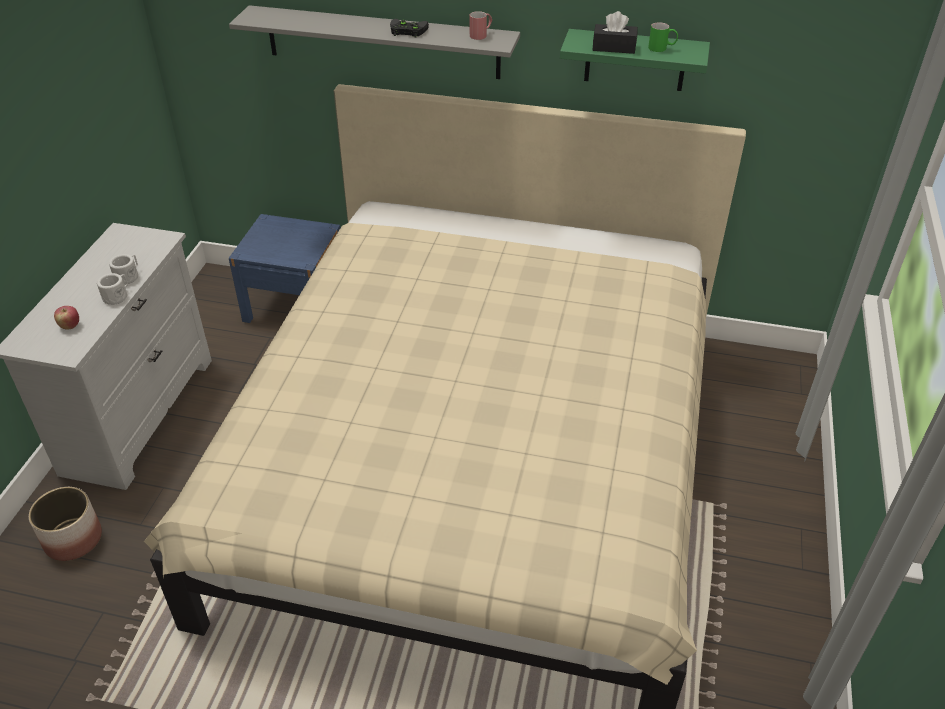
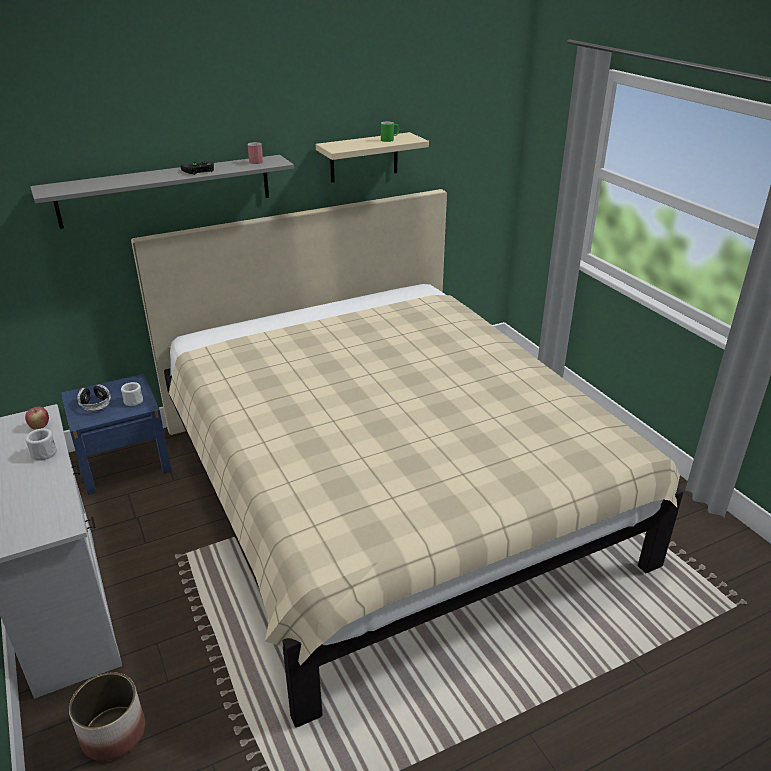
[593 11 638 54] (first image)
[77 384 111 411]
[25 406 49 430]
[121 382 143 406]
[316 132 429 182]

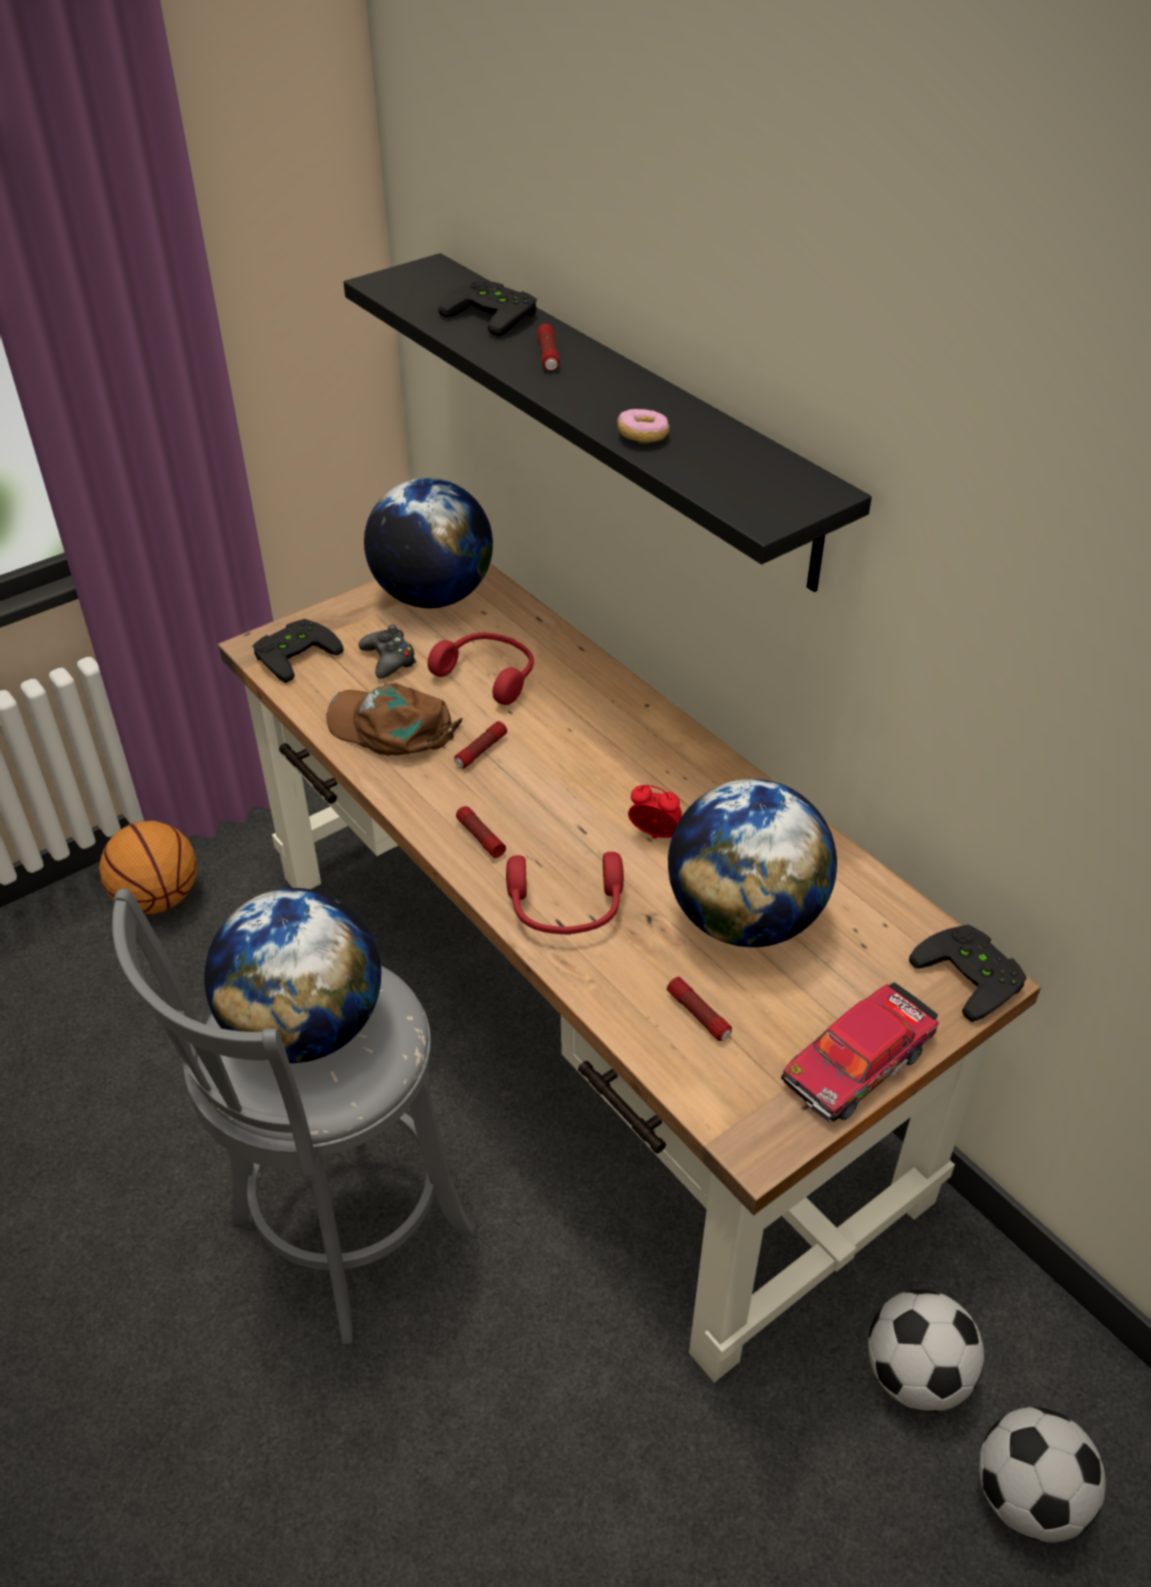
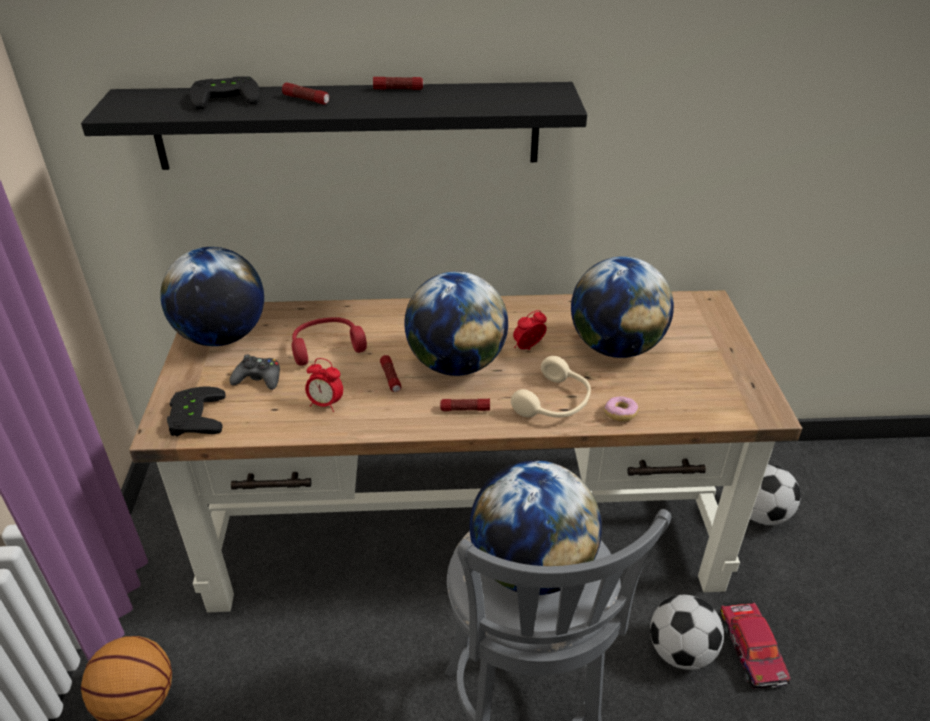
[909 924 1027 1022] (first image)
[404 271 508 376]
[604 396 639 421]
[373 77 423 90]
[720 600 790 688]
[650 595 724 670]
[305 358 343 412]
[511 356 591 418]

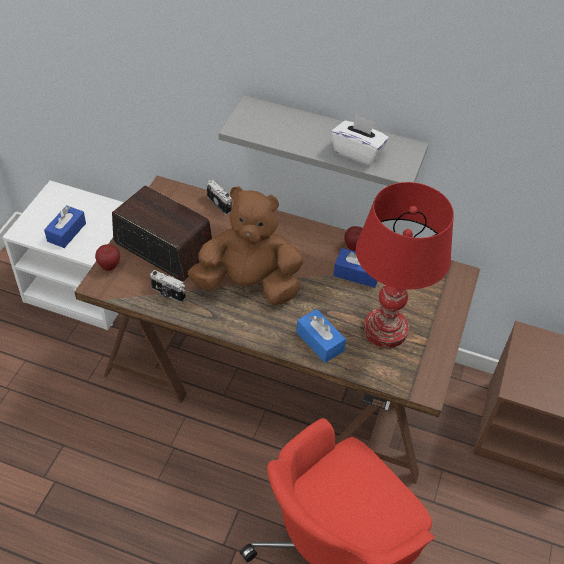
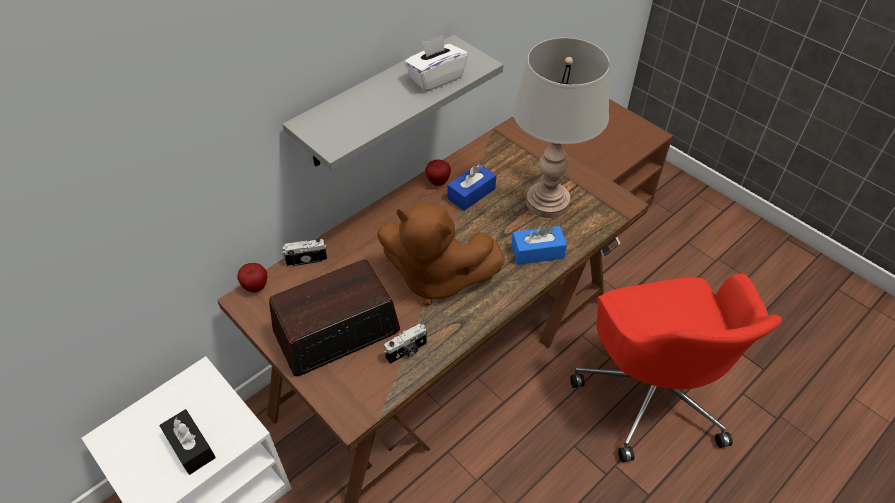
[237 263 267 293]
[159 409 216 475]
[513 38 610 218]
[377 203 505 306]

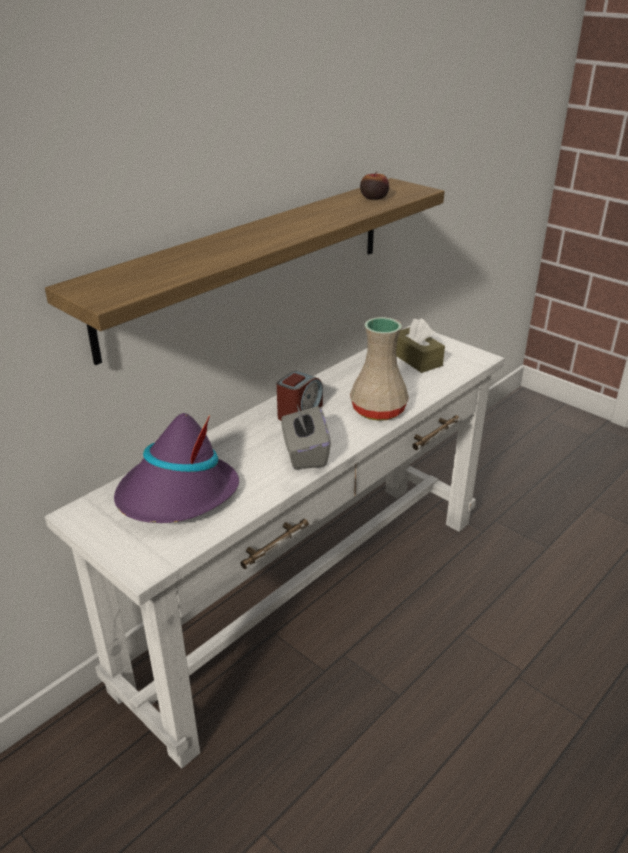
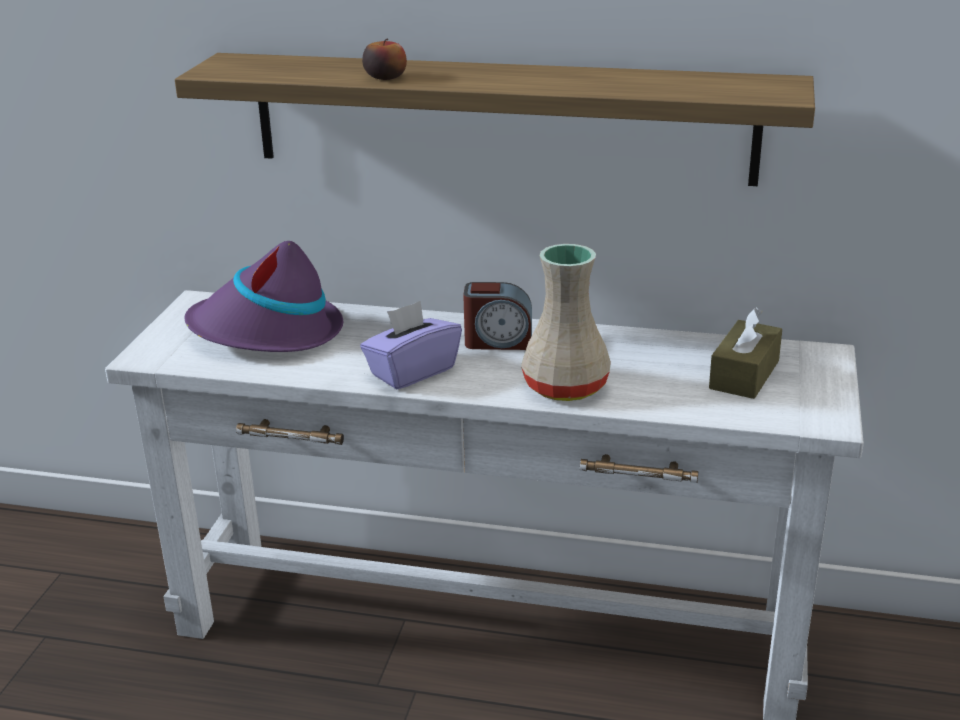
[362 38 407 80]
[360 301 462 390]

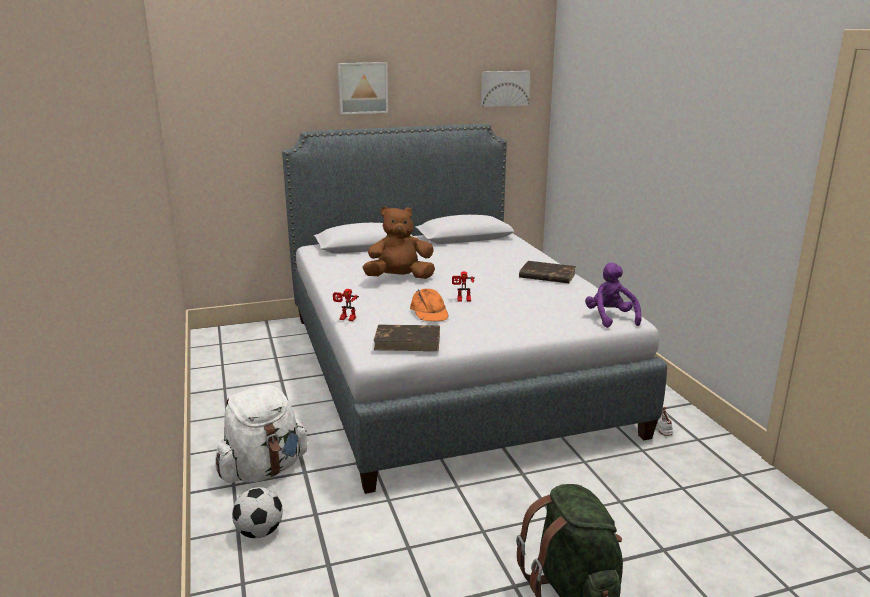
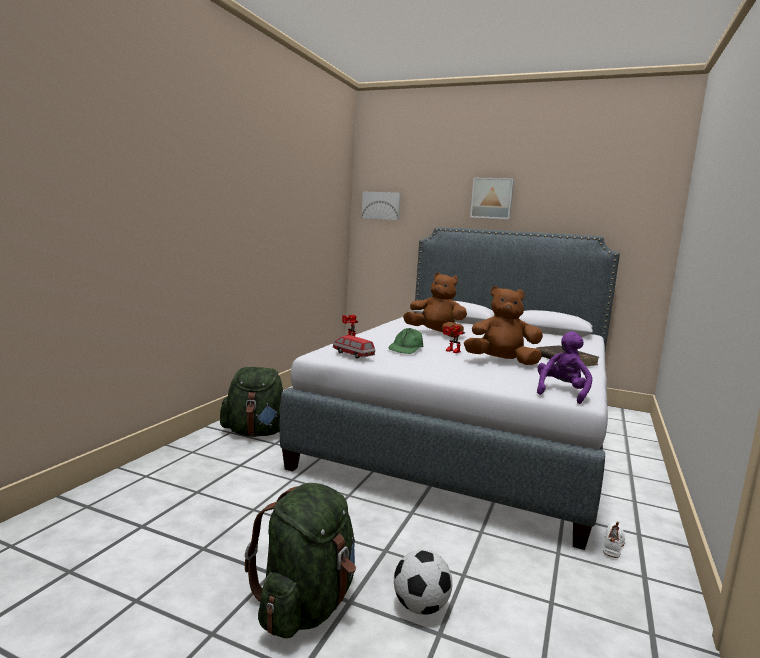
[464 286 543 365]
[394 550 452 615]
[361 192 401 220]
[332 335 375 359]
[220 367 283 437]
[389 328 424 354]

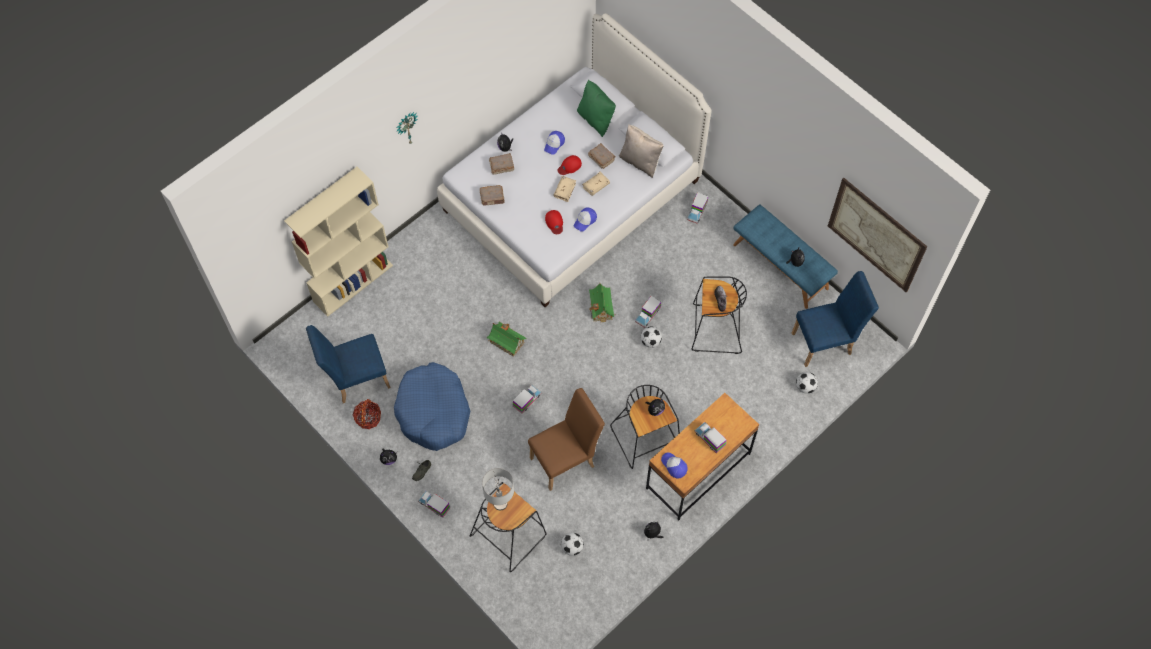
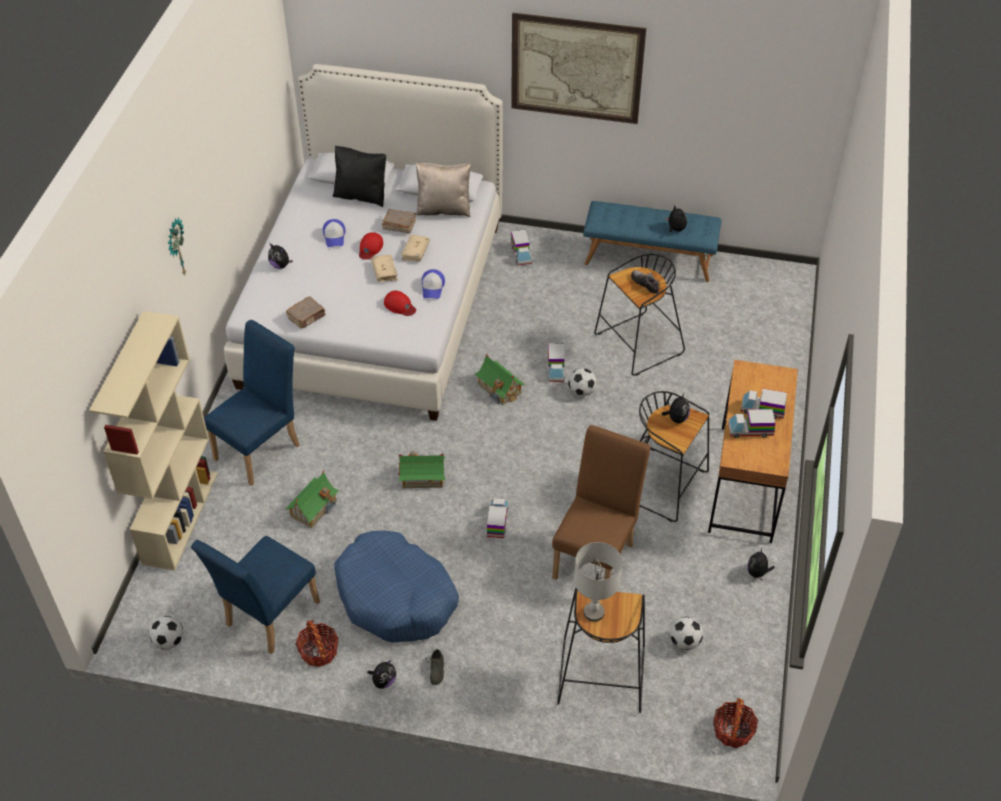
[489 153 514 175] (first image)
[661 452 688 478] (first image)
[285 471 339 529]
[713 698 758 748]
[728 409 775 438]
[204 320 299 486]
[149 616 183 650]
[511 13 646 124]
[333 145 386 207]

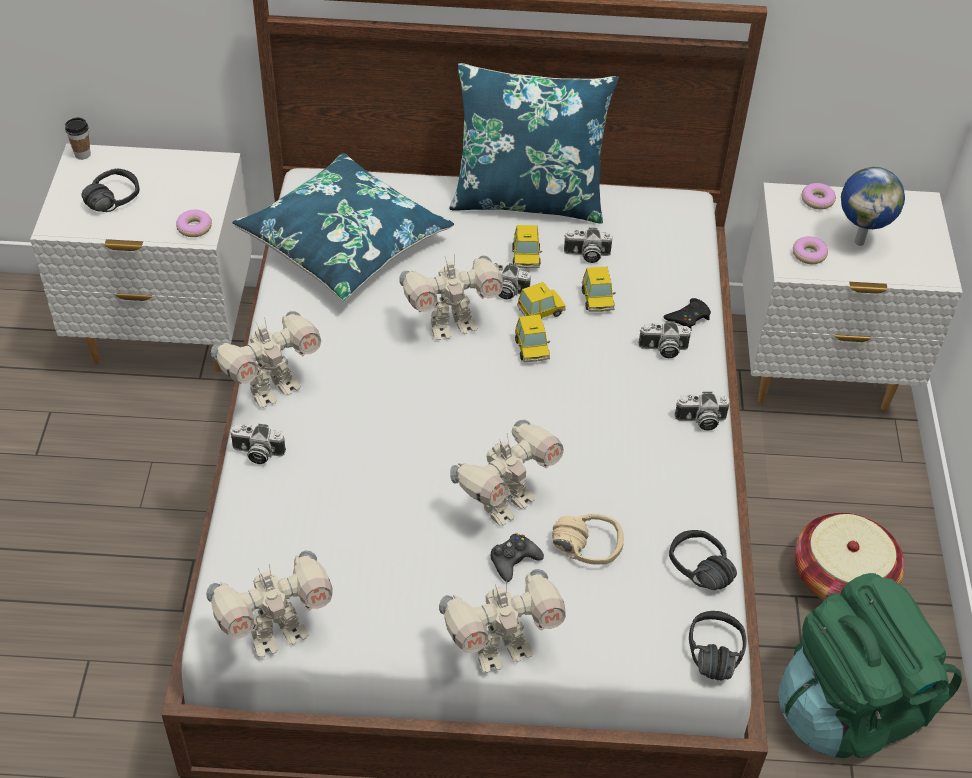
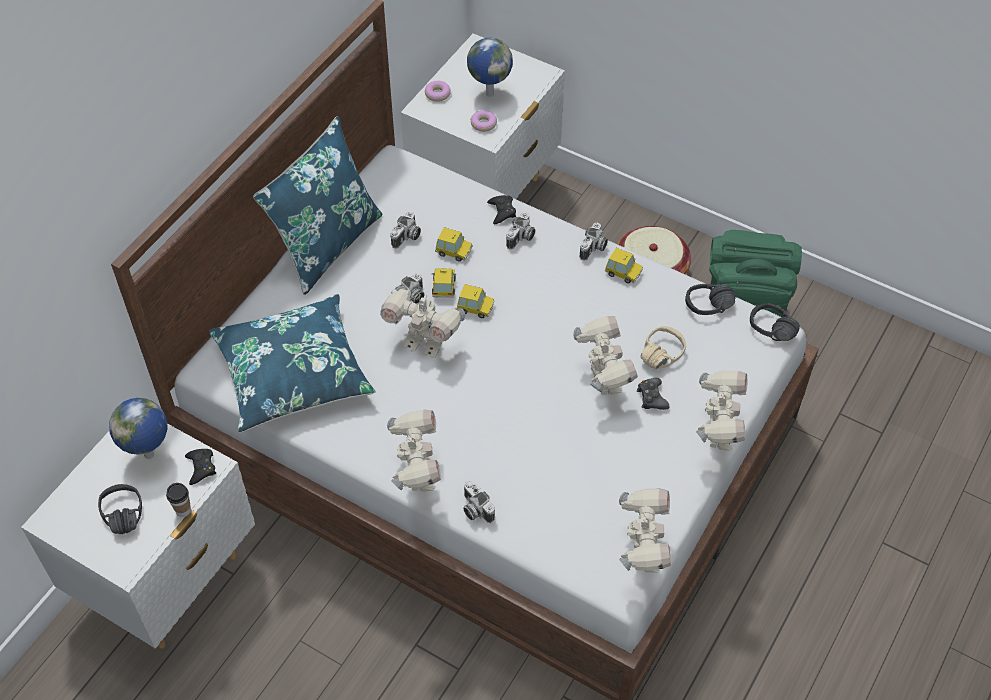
[109 398 168 459]
[166 483 191 517]
[605 248 643 284]
[185 449 216 485]
[463 481 495 523]
[380 286 465 358]

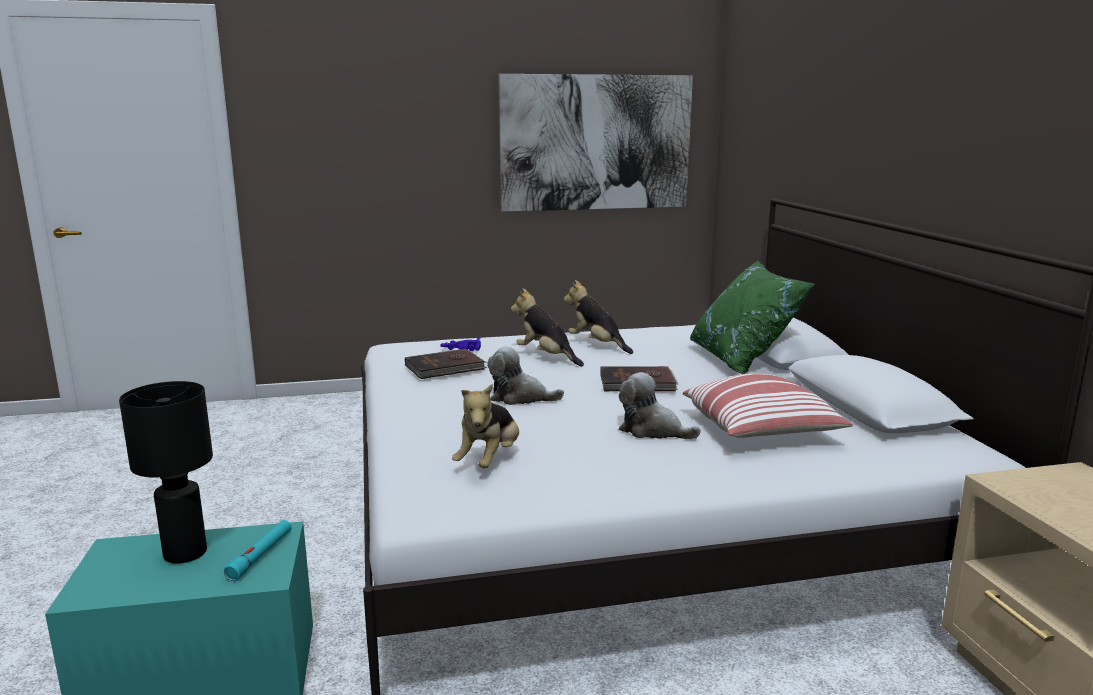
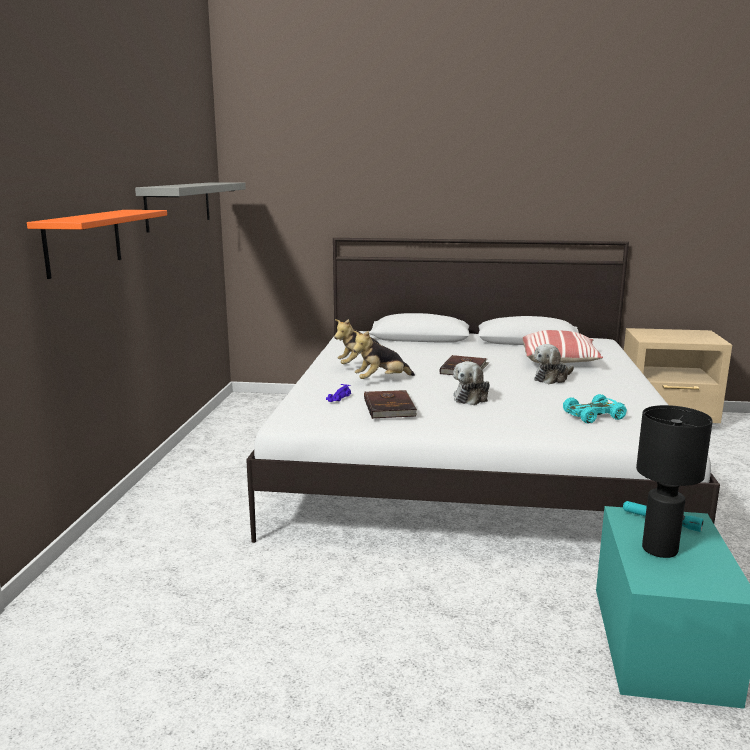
[690 261 815 374] (first image)
[27 210 167 279]
[563 394 627 424]
[135 182 246 233]

